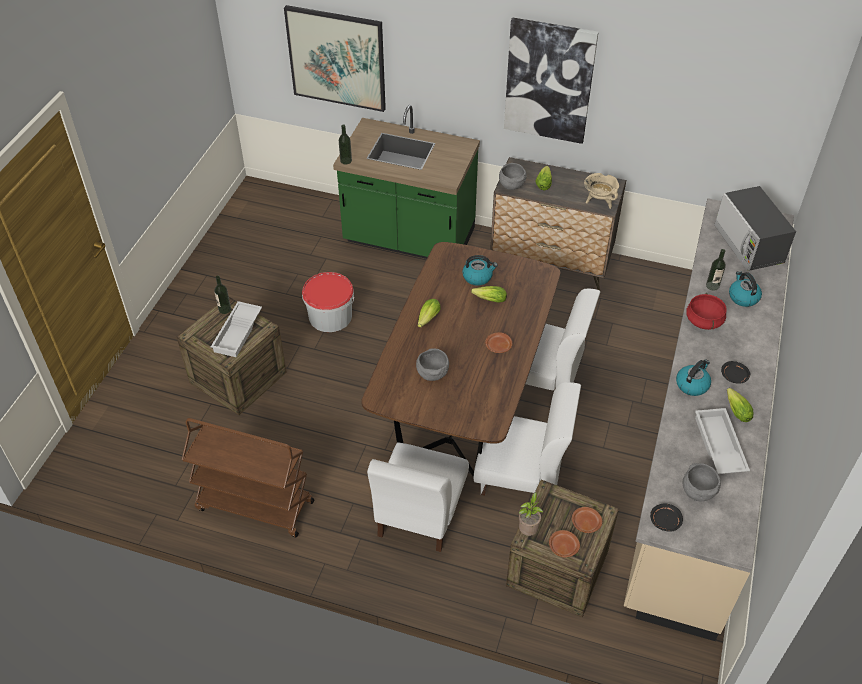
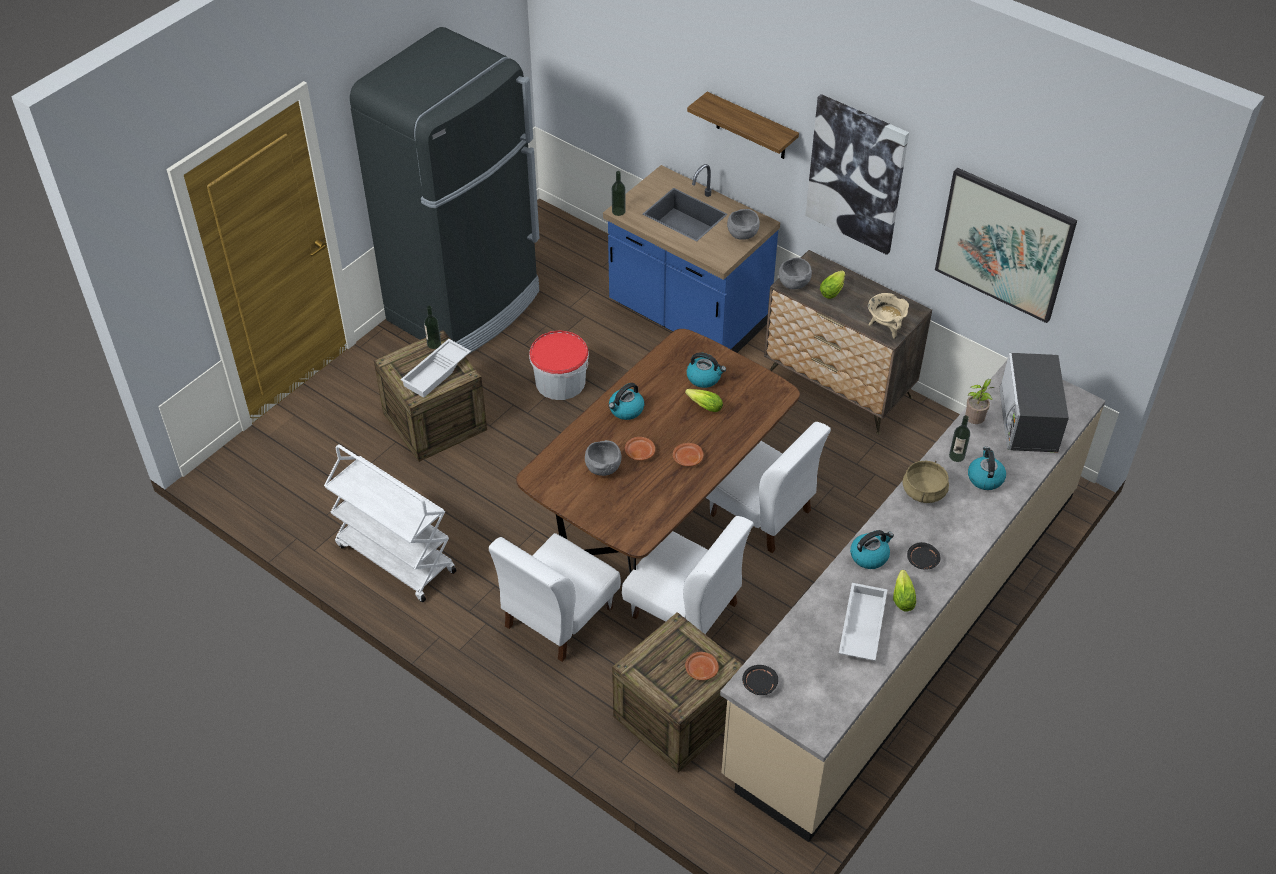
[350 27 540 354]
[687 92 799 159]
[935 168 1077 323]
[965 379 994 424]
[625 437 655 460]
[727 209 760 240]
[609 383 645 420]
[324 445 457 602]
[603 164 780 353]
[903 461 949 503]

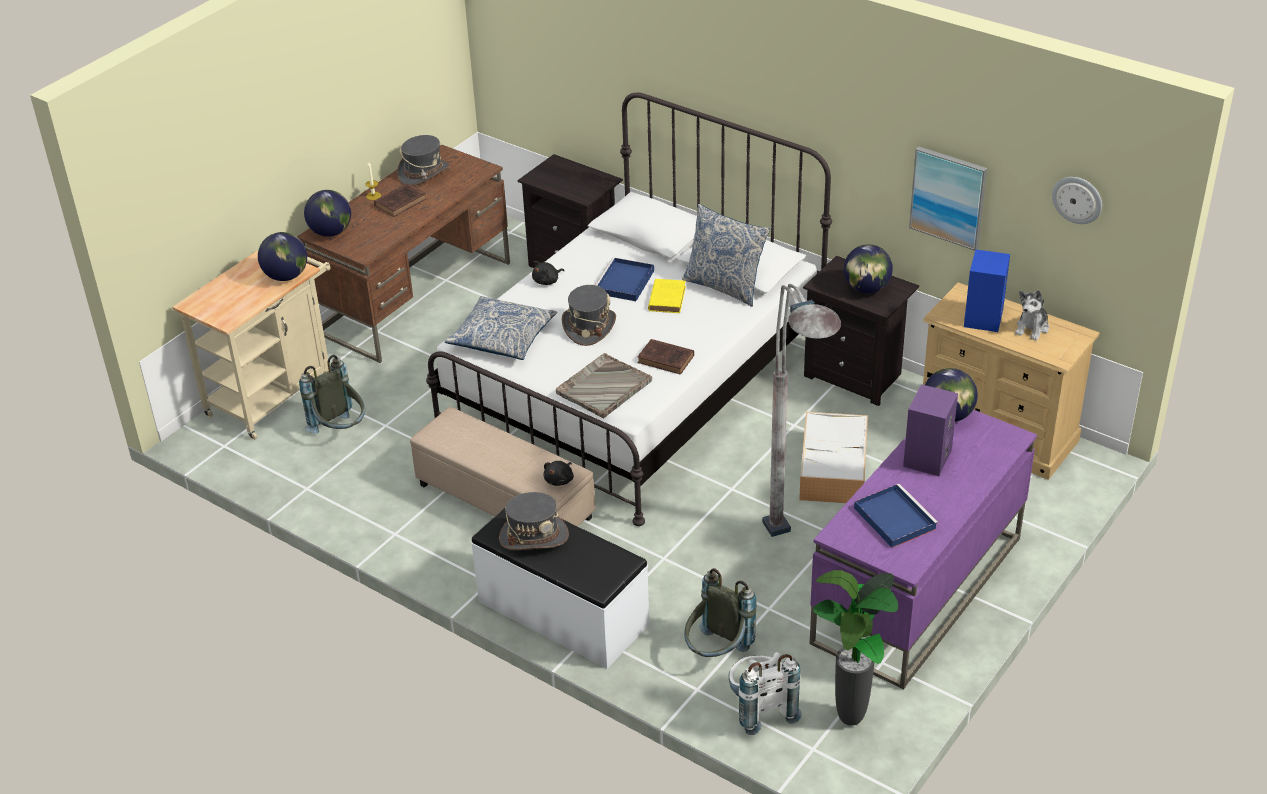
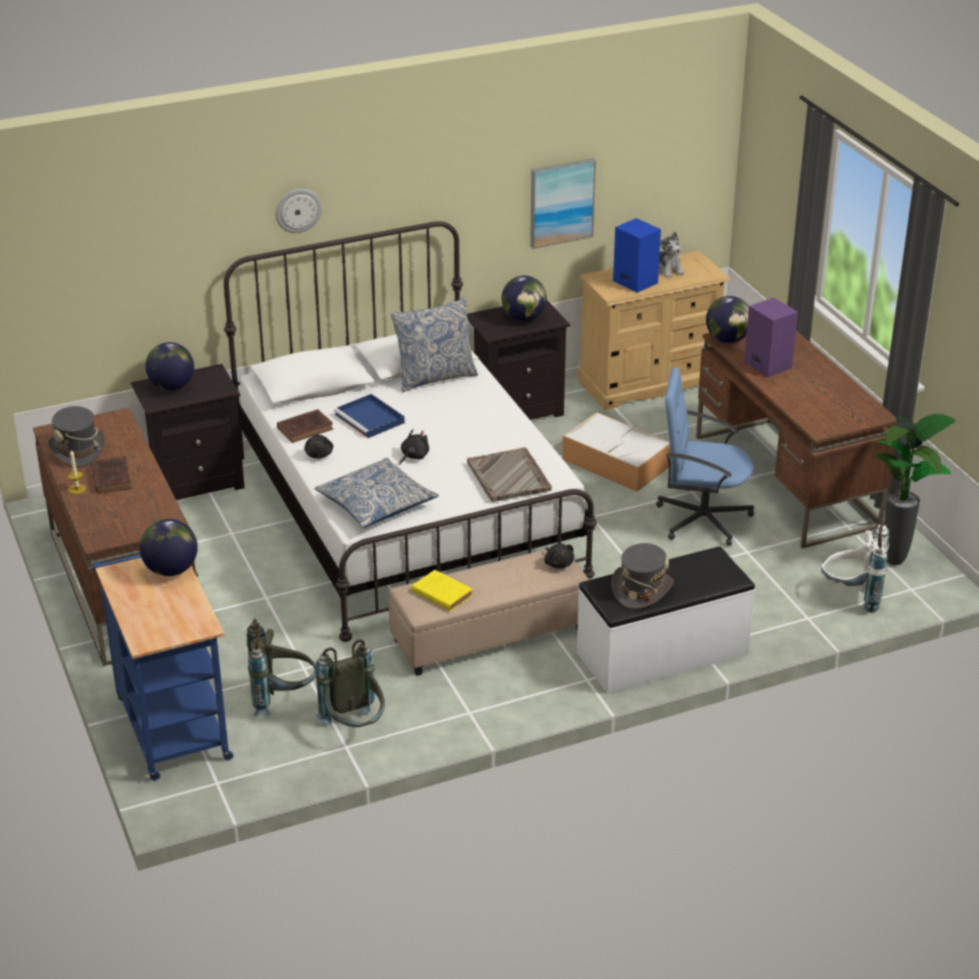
[854 484 938 548] (first image)
[145 342 194 391]
[277 409 333 443]
[412 570 473 611]
[316 639 385 727]
[276 189 322 233]
[399 429 429 465]
[656 367 754 546]
[92 554 233 781]
[696 330 897 549]

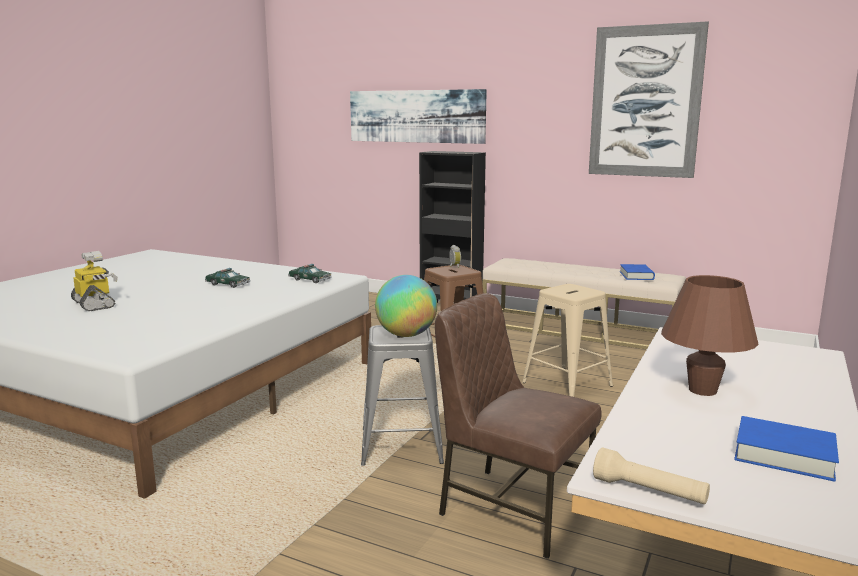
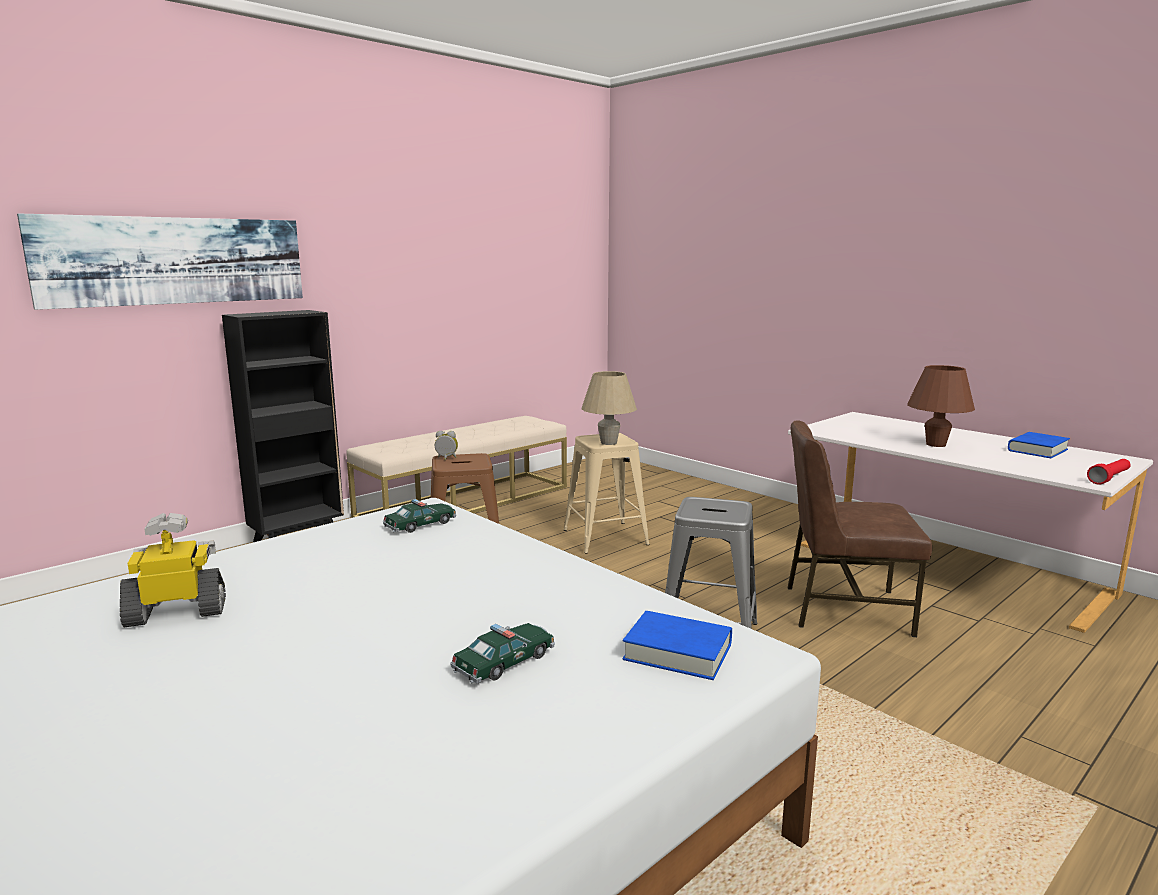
[375 275 437 337] (first image)
[589 21 709 178] (first image)
[582 371 637 445]
[120 513 226 627]
[450 623 555 684]
[622 611 732 680]
[1087 459 1131 485]
[787 420 932 637]

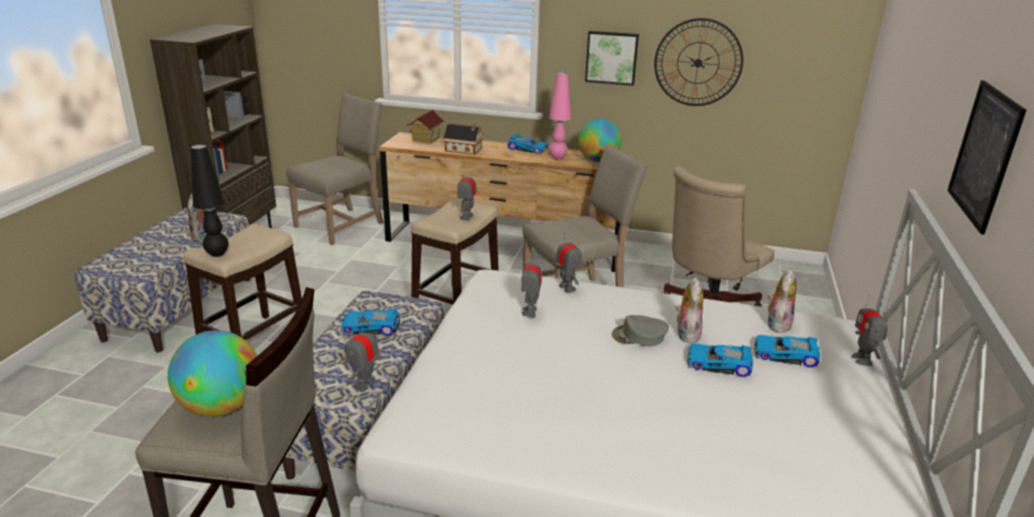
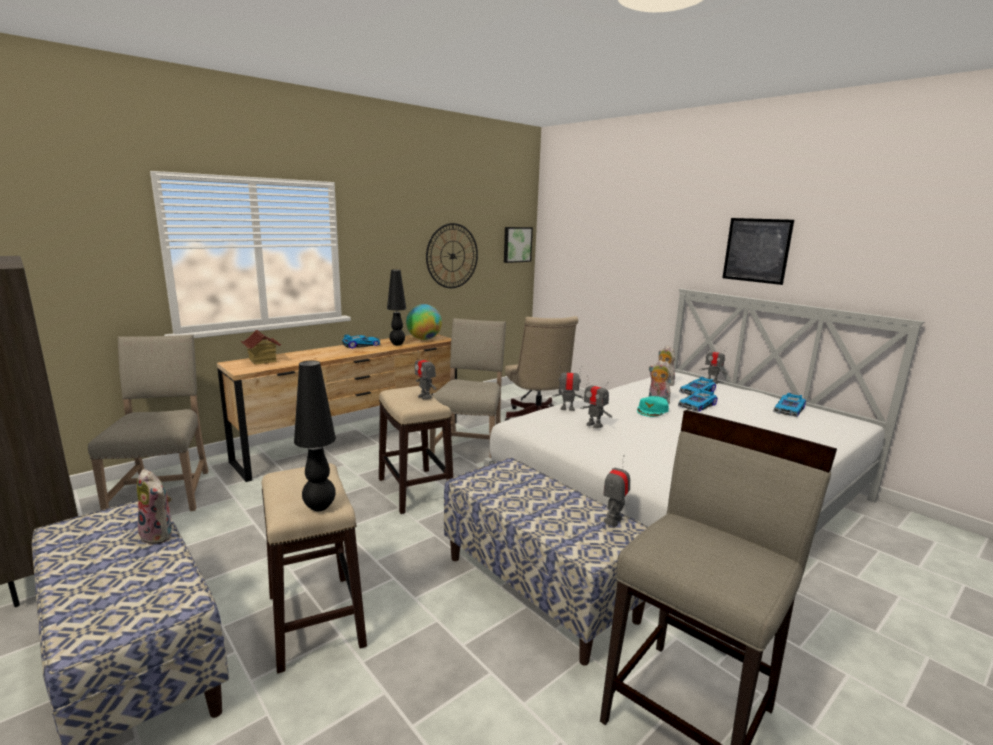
[168 330 257 417] (first image)
[444 124 483 155] (first image)
[773 393 806 417]
[504 227 533 263]
[387 270 406 345]
[637 396 669 417]
[603 455 630 527]

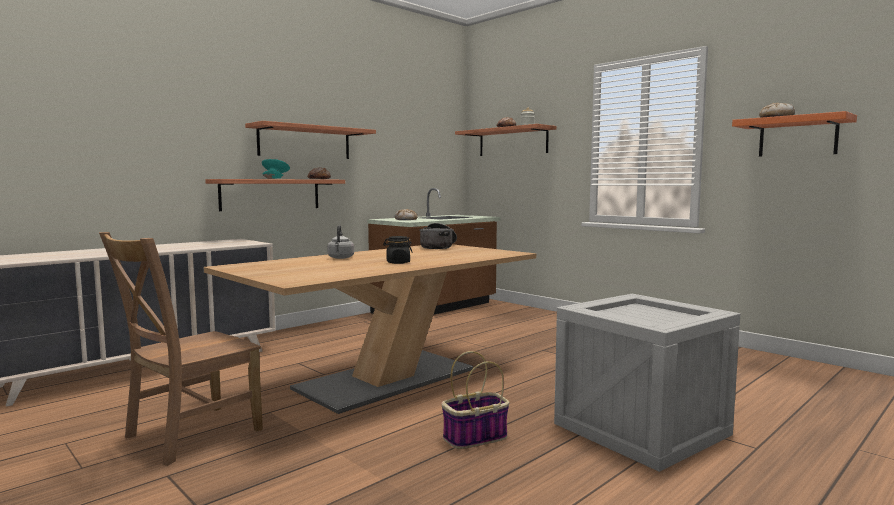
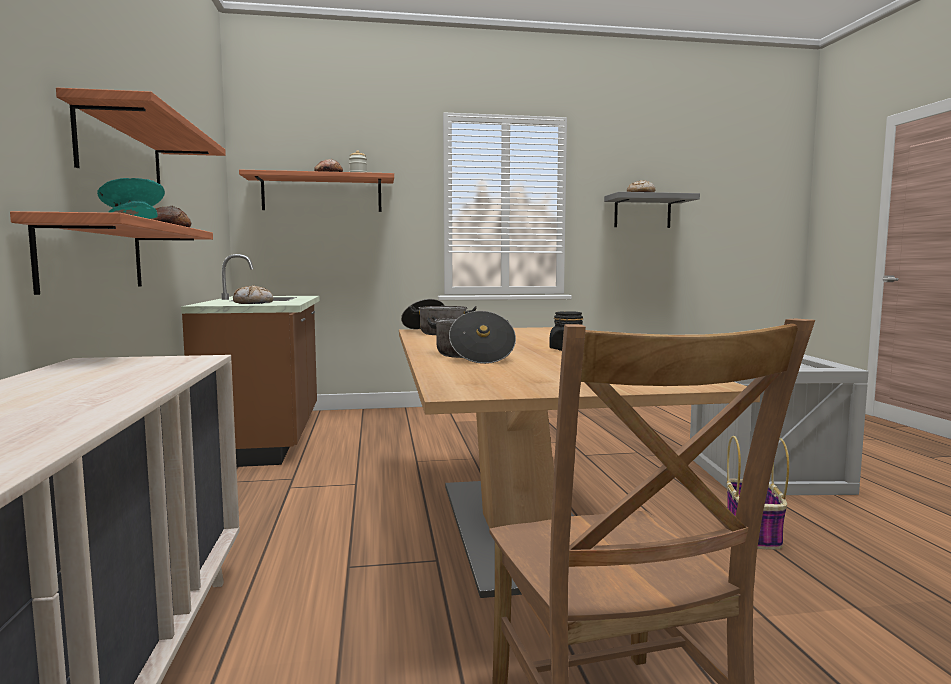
[427 311 516 364]
[604 192 700 228]

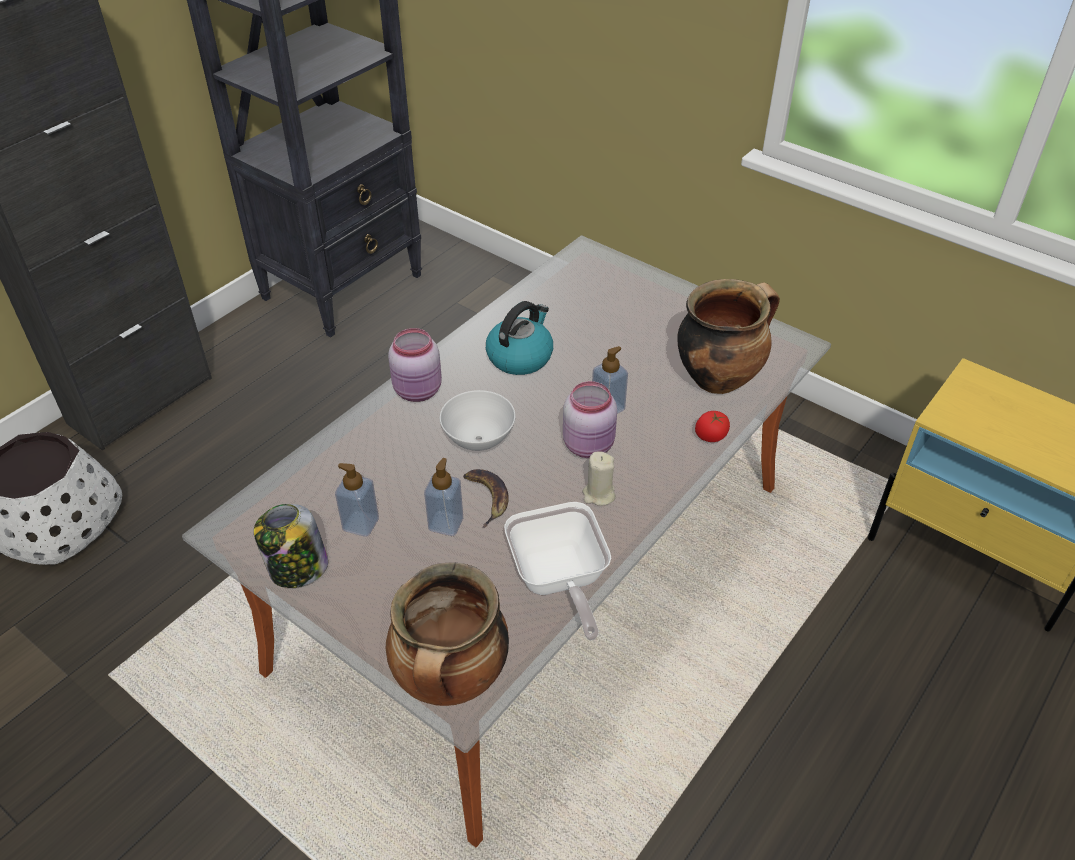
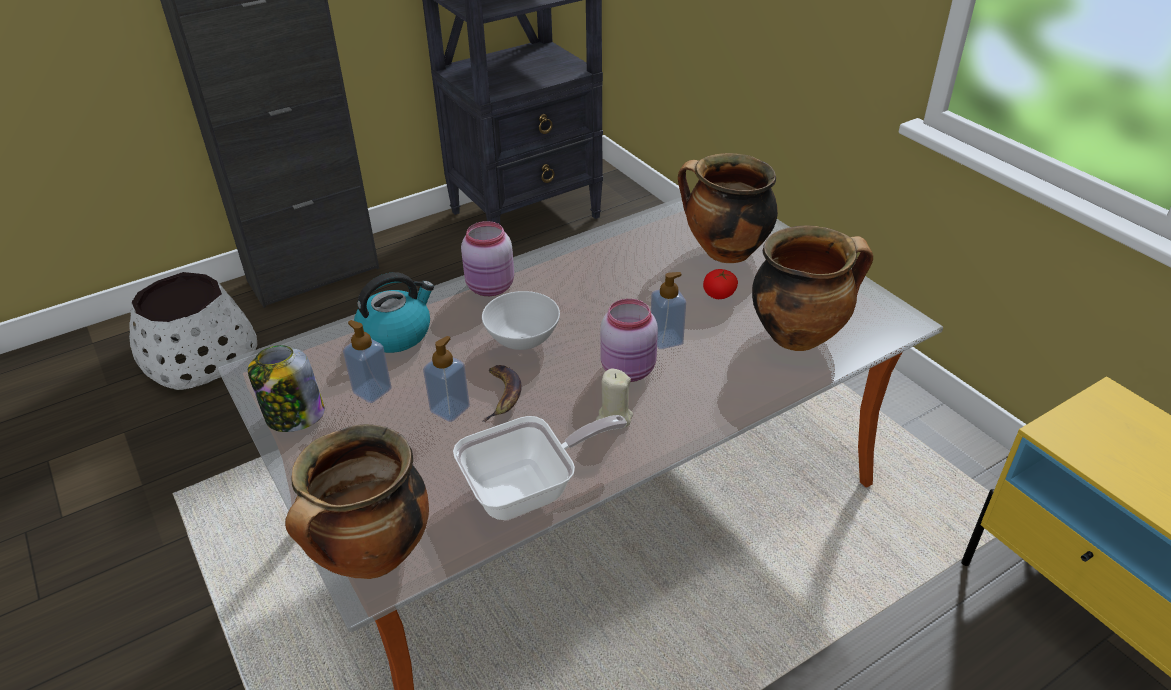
[678 153 778 263]
[354 272 434 353]
[703 269 738 299]
[453 415 627 520]

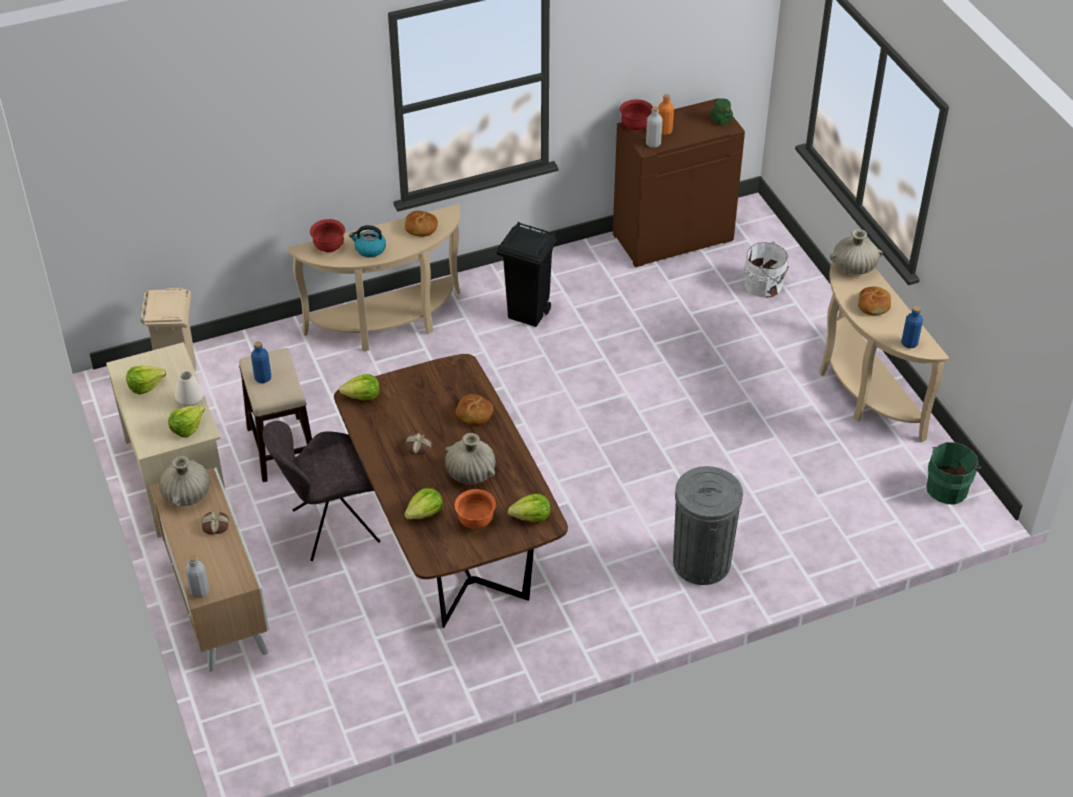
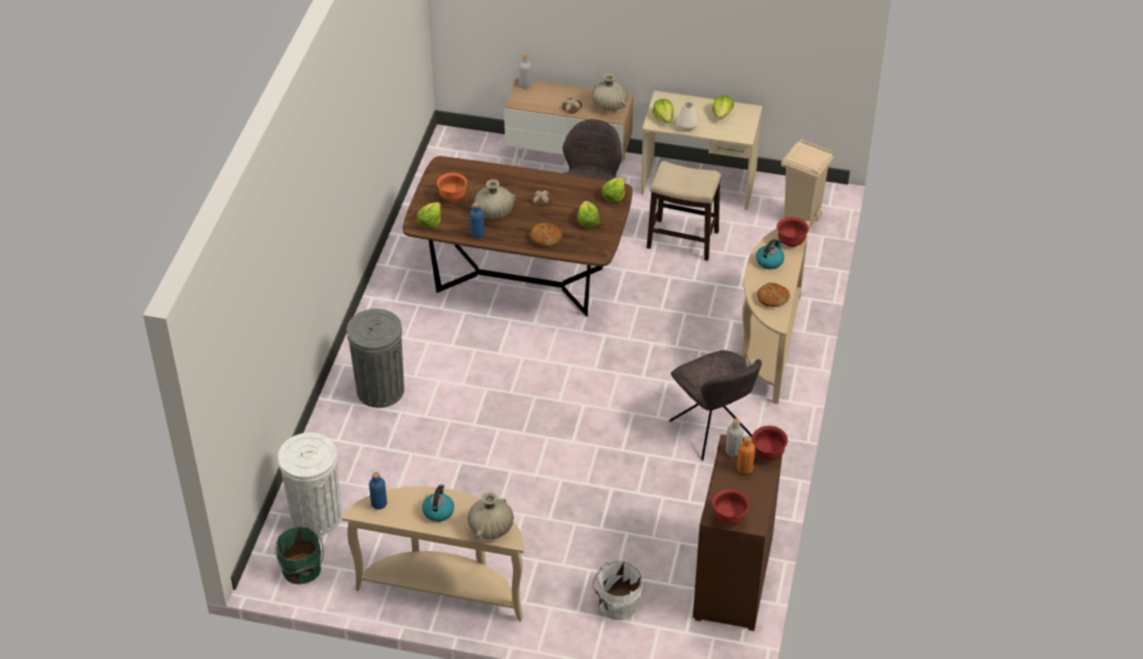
[278 433 342 536]
[470 202 485 238]
[577 201 600 227]
[669 350 762 460]
[712 489 750 525]
[422 484 454 522]

